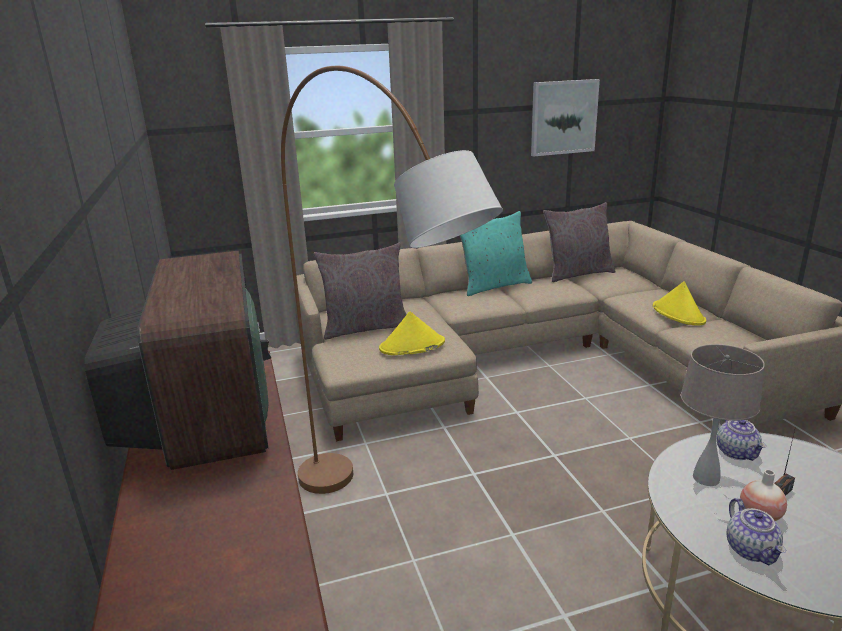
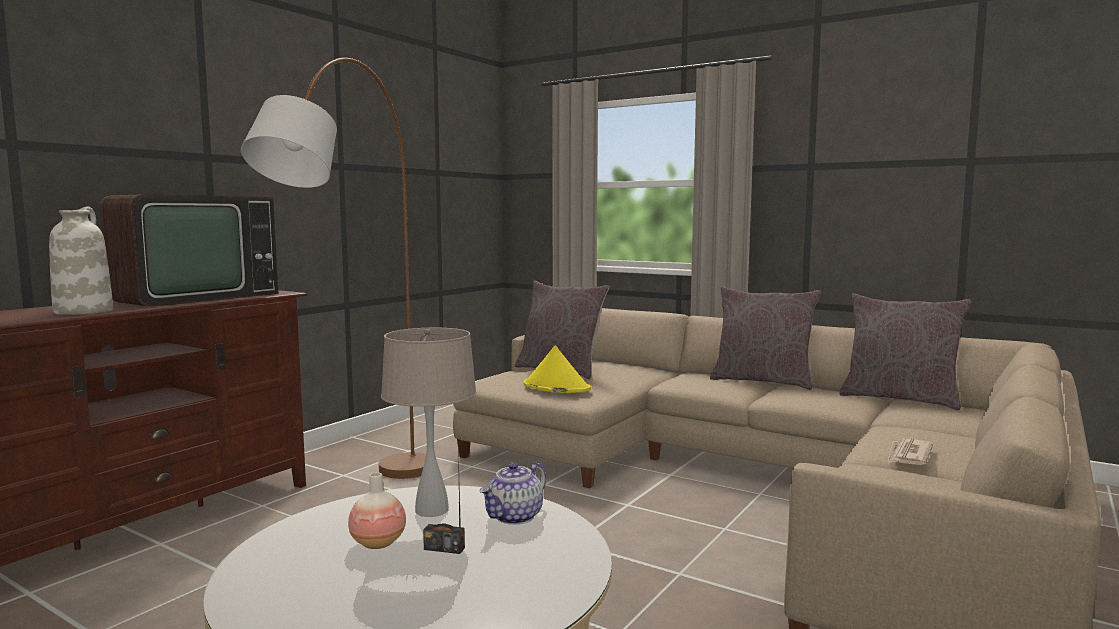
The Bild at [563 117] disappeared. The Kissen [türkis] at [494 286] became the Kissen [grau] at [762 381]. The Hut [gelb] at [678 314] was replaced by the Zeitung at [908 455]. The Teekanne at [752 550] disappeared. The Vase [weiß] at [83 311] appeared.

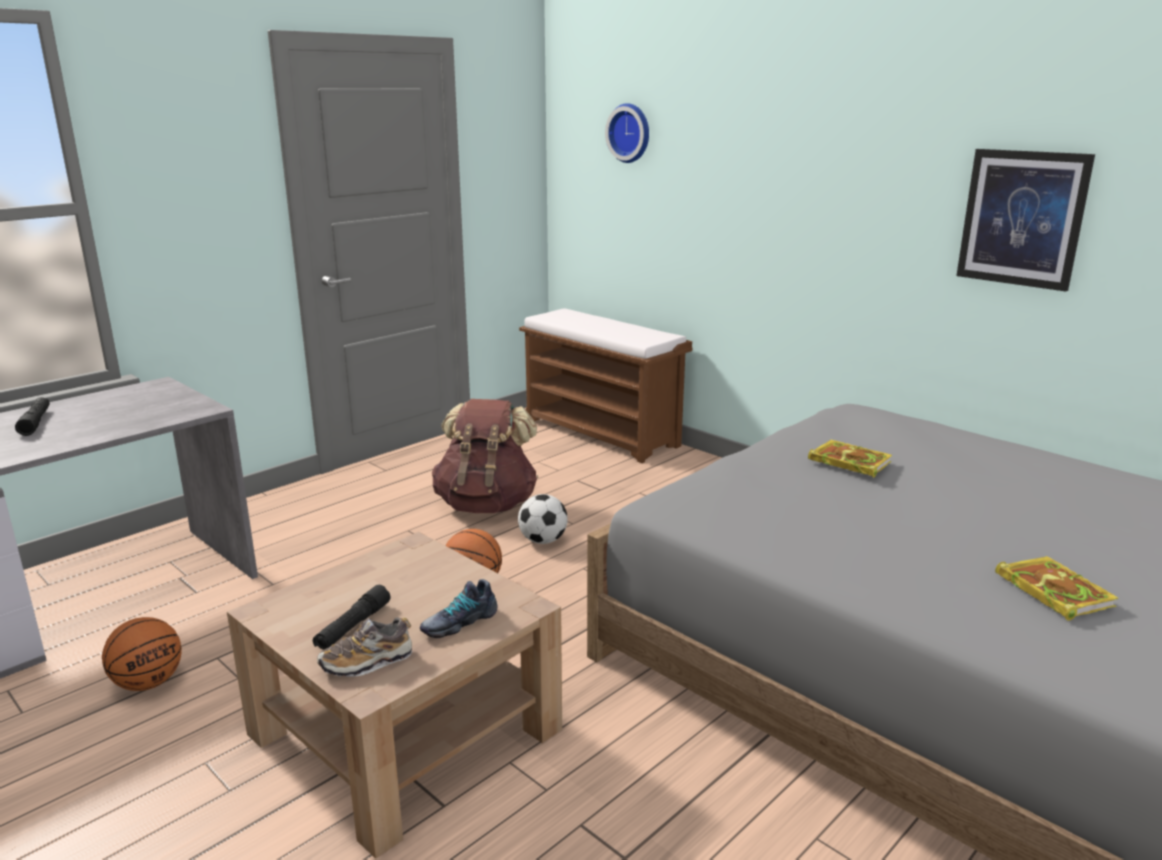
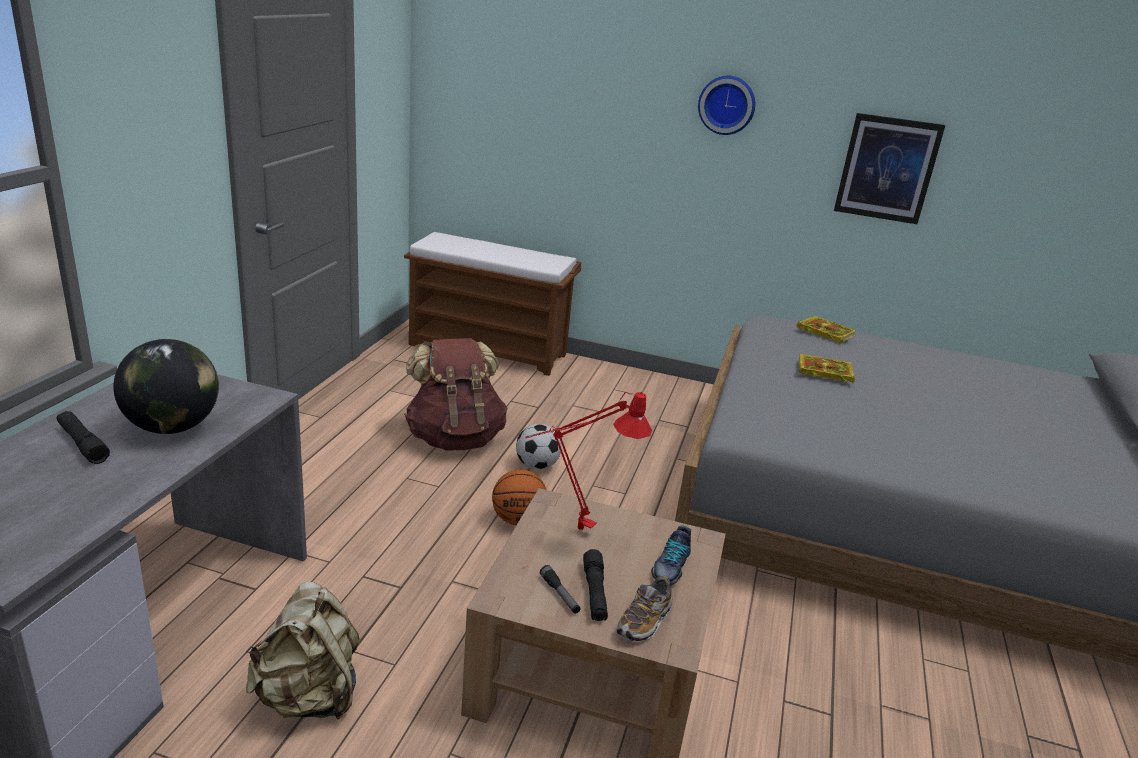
The Wanduhr moved from [630 133] to [727 105]. The Buch moved from [1051 590] to [824 332]. The Basketball at [148 683] was replaced by the Rucksack [beige] at [309 696]. The Globus at [173 427] appeared. The Tischlampe [rot] at [572 526] appeared. The Taschenlampe at [560 594] appeared.

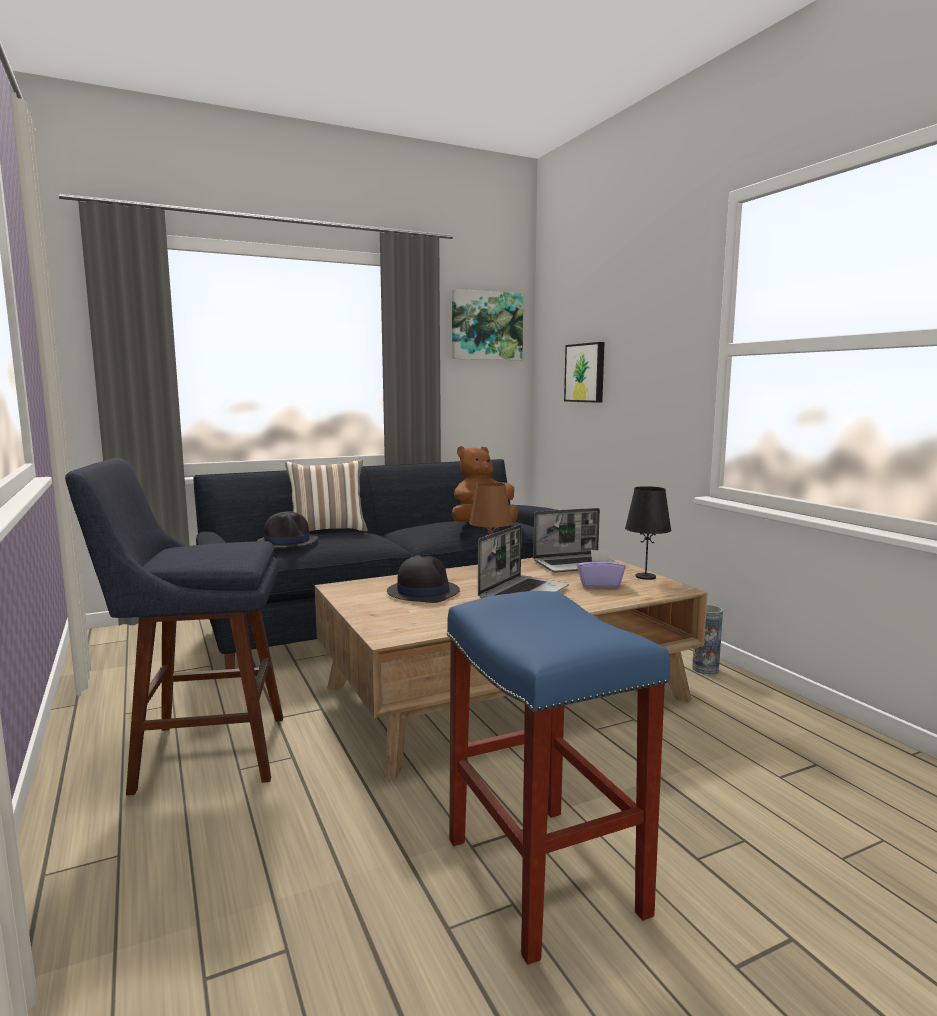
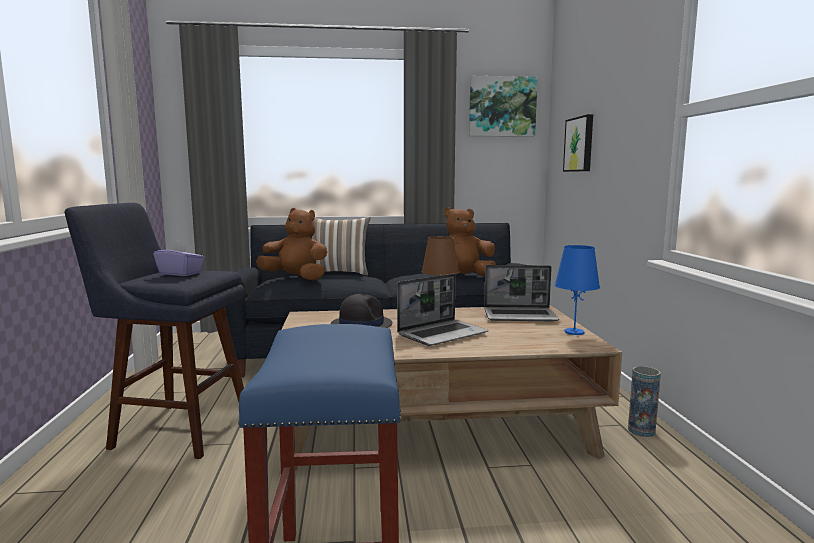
The Tischlampe [schwarz] at [646 577] became the Tischlampe [blau] at [574 332]. The Hut [schwarz] at [288 542] was replaced by the Plüschtier [braun] at [296 278]. The Taschentuchbox [lila] moved from [599 584] to [180 273].

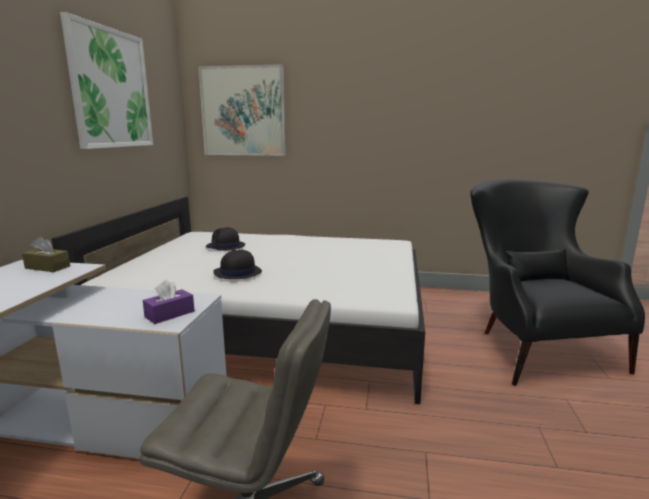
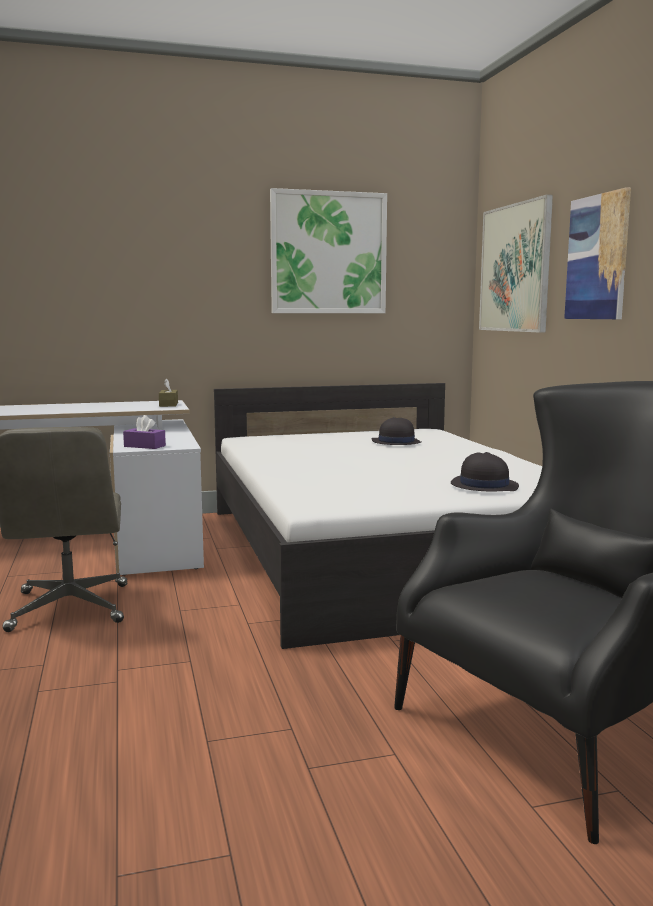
The Hut [schwarz] moved from [237 272] to [483 485]. The Bild at [597 257] appeared.

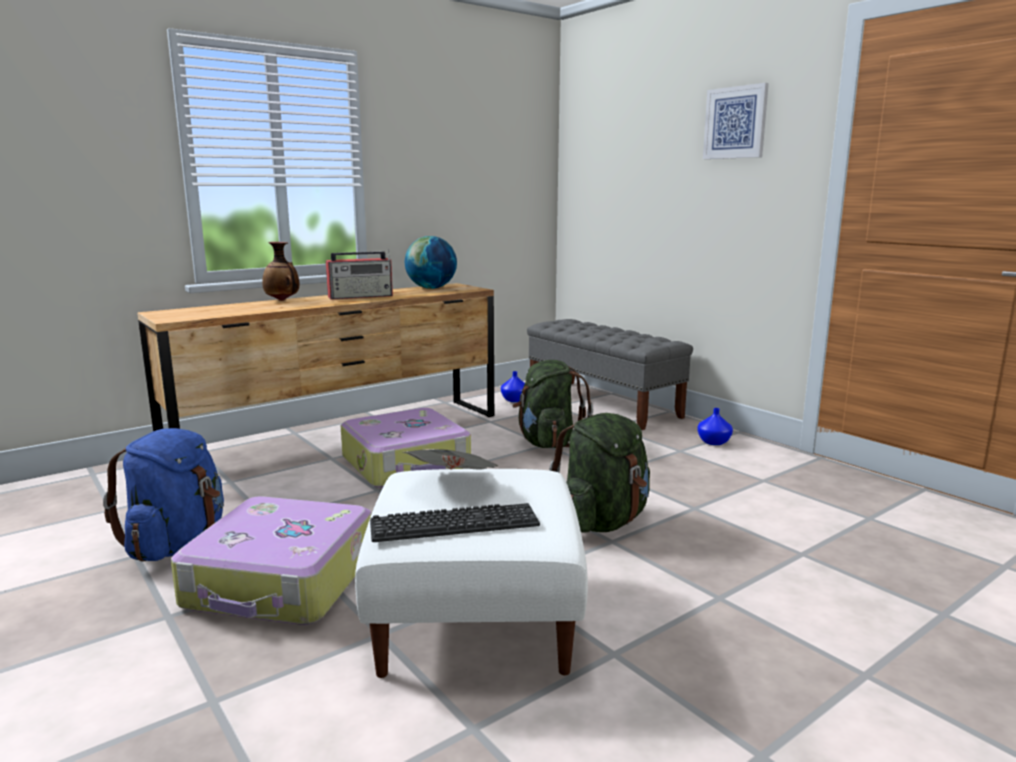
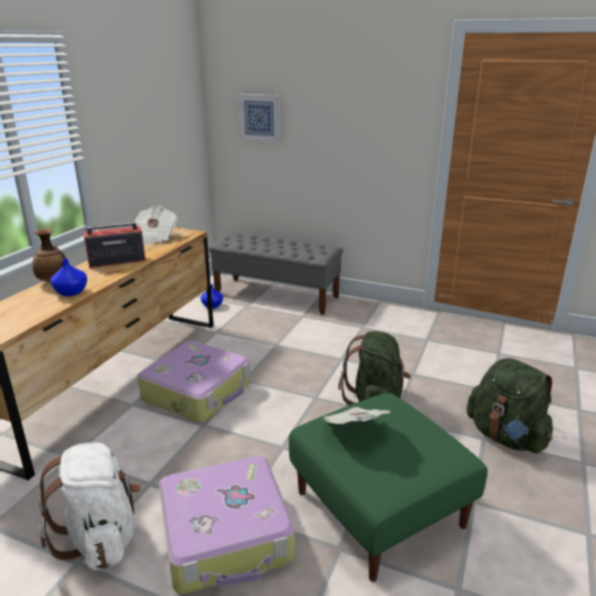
The Bild moved from [735 123] to [259 117]. The Globus at [431 288] was replaced by the Zeitung at [155 237]. The Radio at [361 296] turned 150 degrees counterclockwise. The Rucksack [grün] moved from [548 443] to [506 437]. The Vase [blau] moved from [714 442] to [71 292]. The Rucksack [blau] at [177 544] became the Rucksack [weiß] at [101 537]. The Polsterhocker [weiß] at [476 618] became the Polsterhocker [grün] at [380 509]. The Tastatur at [454 524] disappeared.

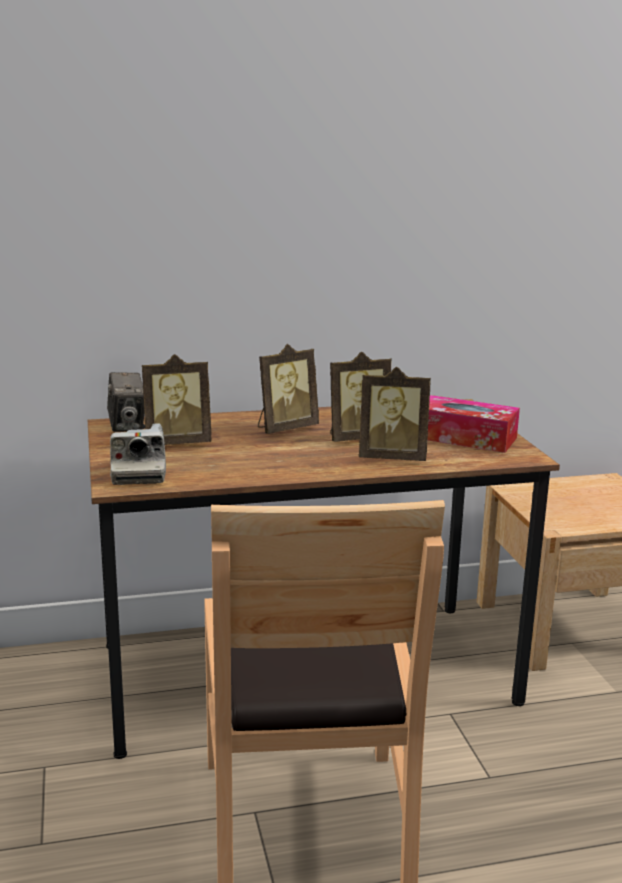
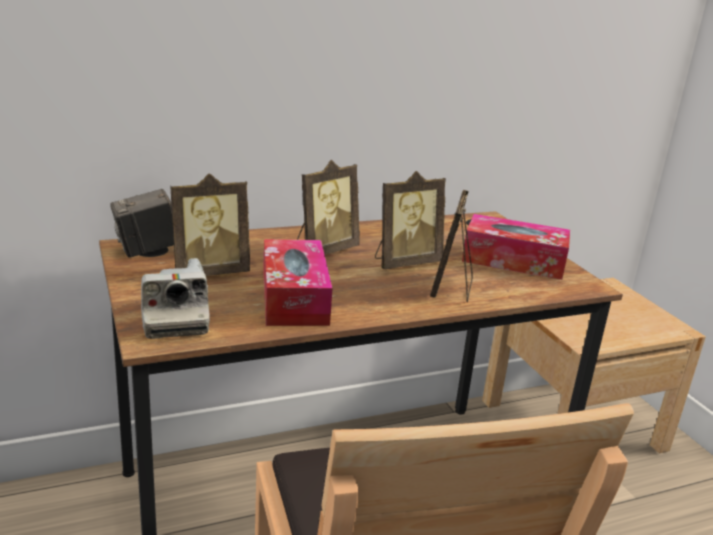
The Bilderrahmen at [392 457] turned 105 degrees clockwise. The Kamera at [127 426] turned 90 degrees clockwise. The Taschentuchbox at [294 297] appeared.

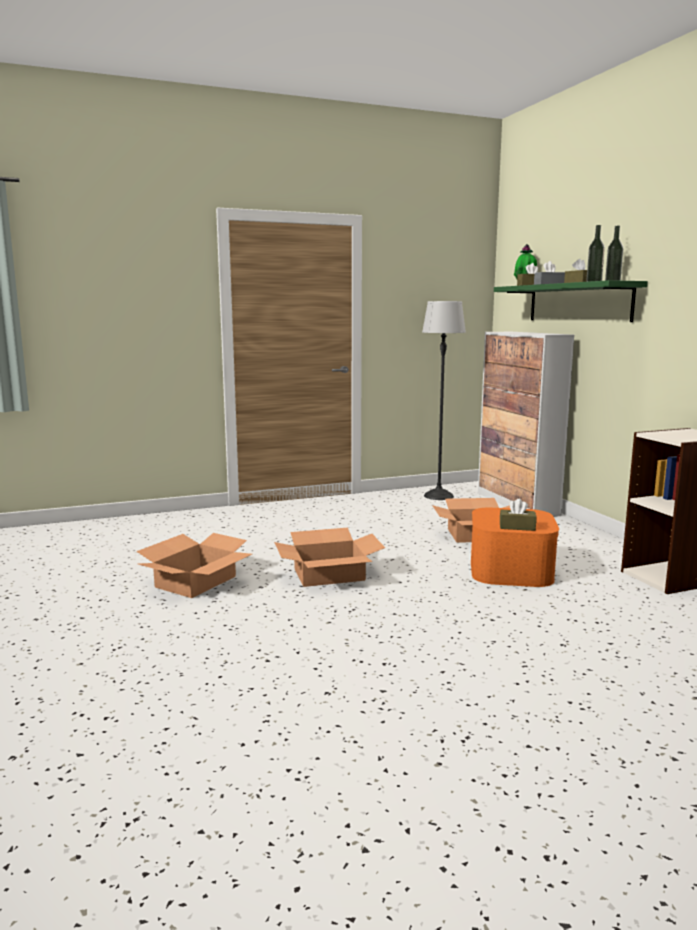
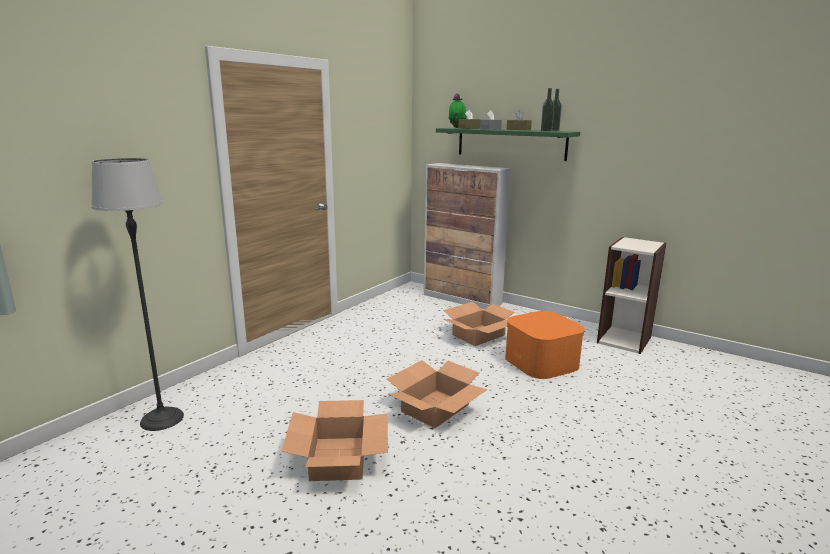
The Stehlampe moved from [438 496] to [161 419]. The Taschentuchbox [braun] at [517 527] disappeared.

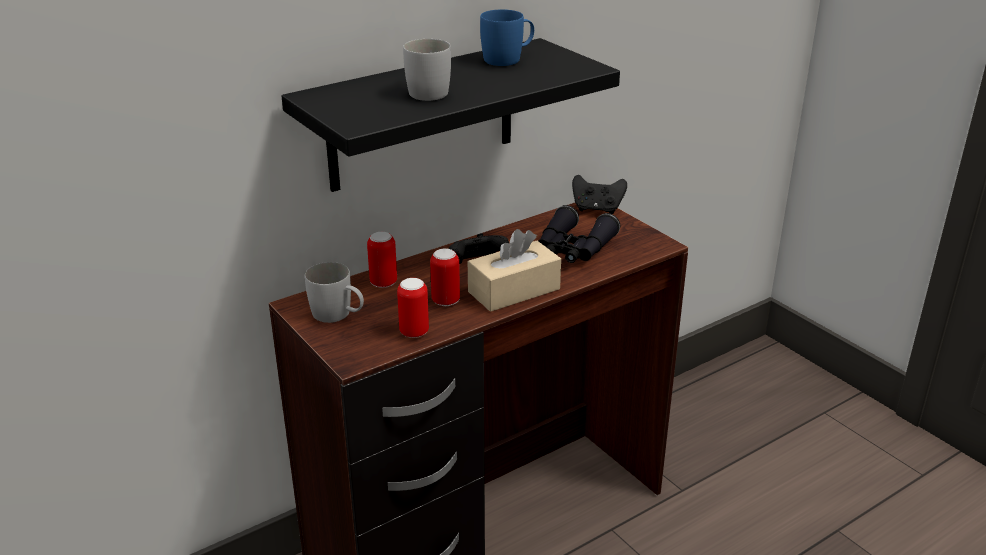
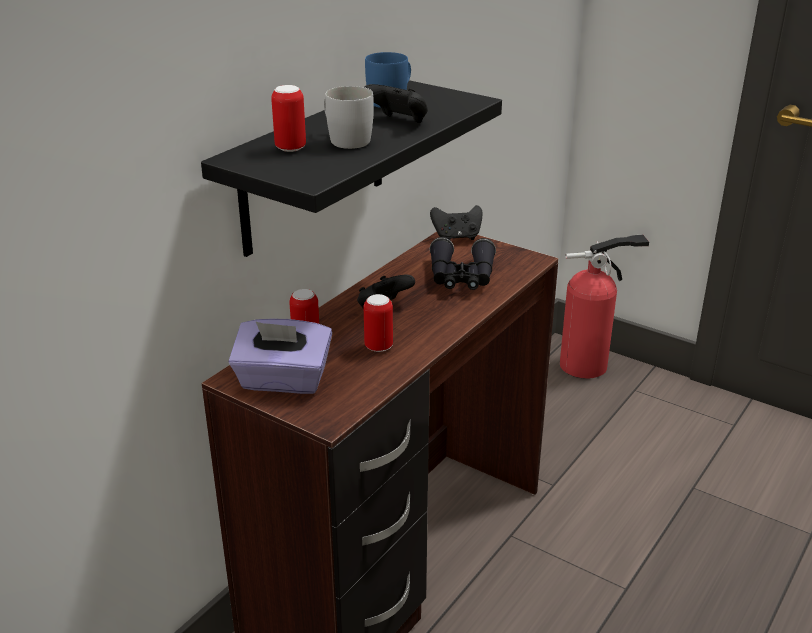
The Taschentuchbox [beige] at [514 290] disappeared. The Henkelbecher [weiß] at [338 315] was replaced by the Taschentuchbox [lila] at [283 381]. The Dose moved from [414 332] to [290 148]. The Gamepad [schwarz] at [398 122] appeared. The Feuerlöscher at [588 365] appeared.

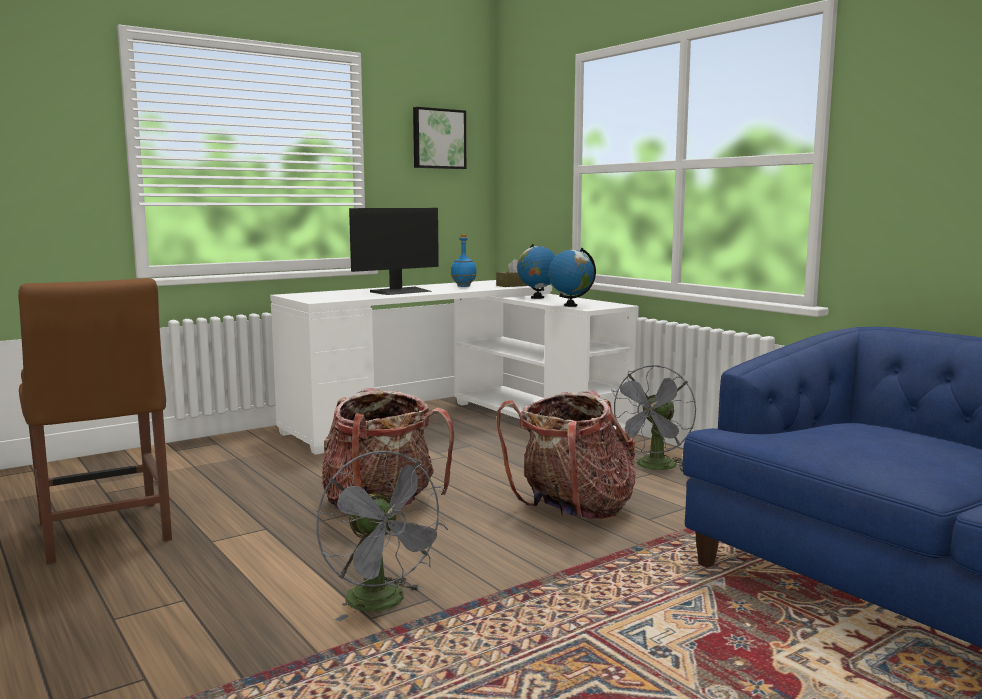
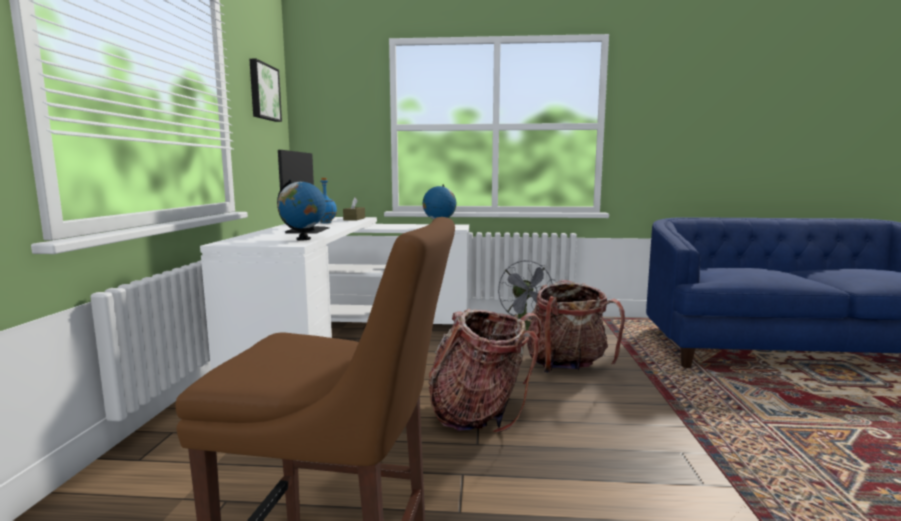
The Globus moved from [537 298] to [303 239]. The Ventilator [grau] at [383 603] disappeared.

